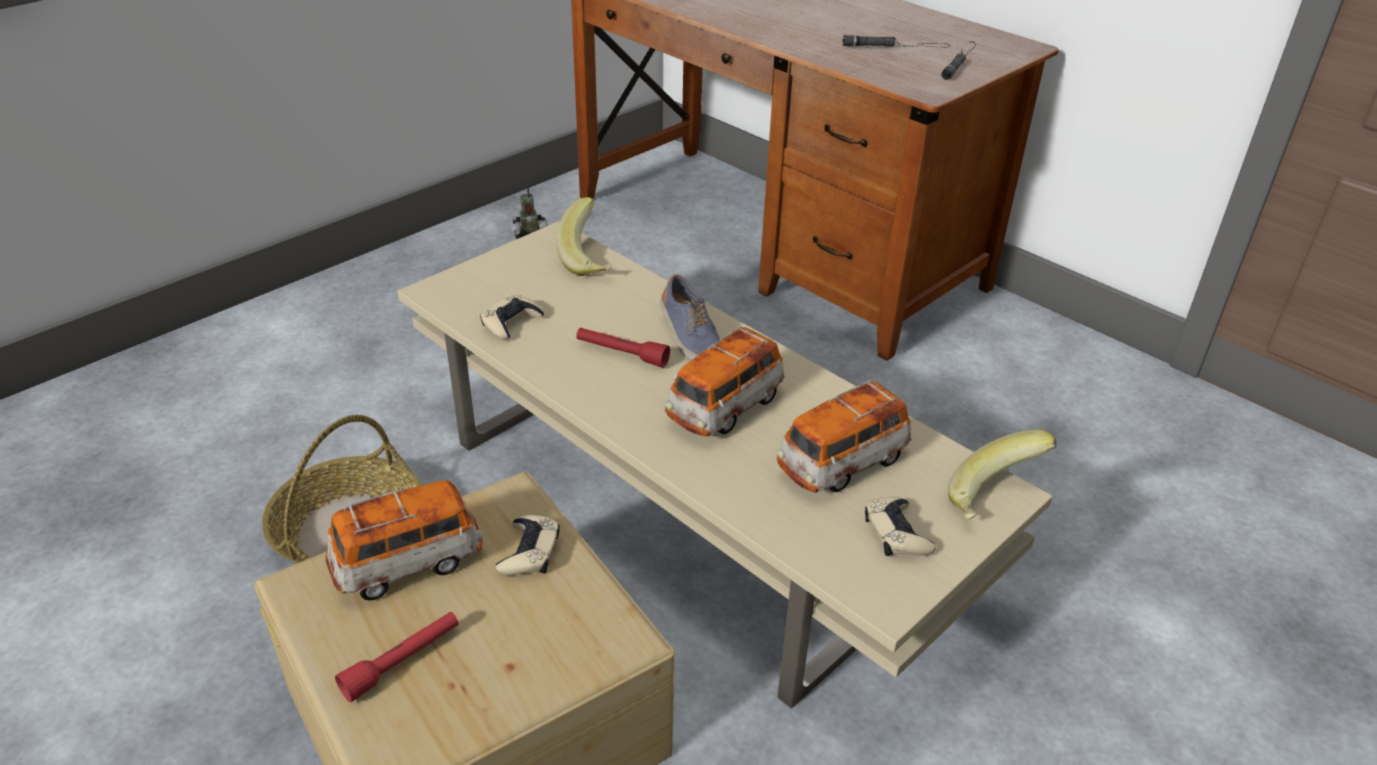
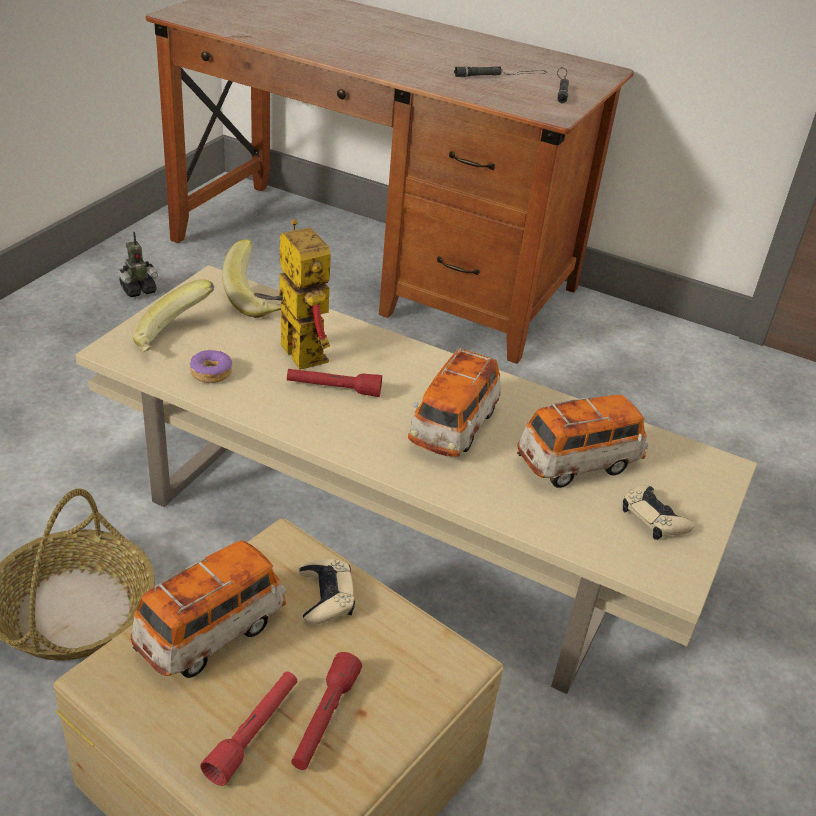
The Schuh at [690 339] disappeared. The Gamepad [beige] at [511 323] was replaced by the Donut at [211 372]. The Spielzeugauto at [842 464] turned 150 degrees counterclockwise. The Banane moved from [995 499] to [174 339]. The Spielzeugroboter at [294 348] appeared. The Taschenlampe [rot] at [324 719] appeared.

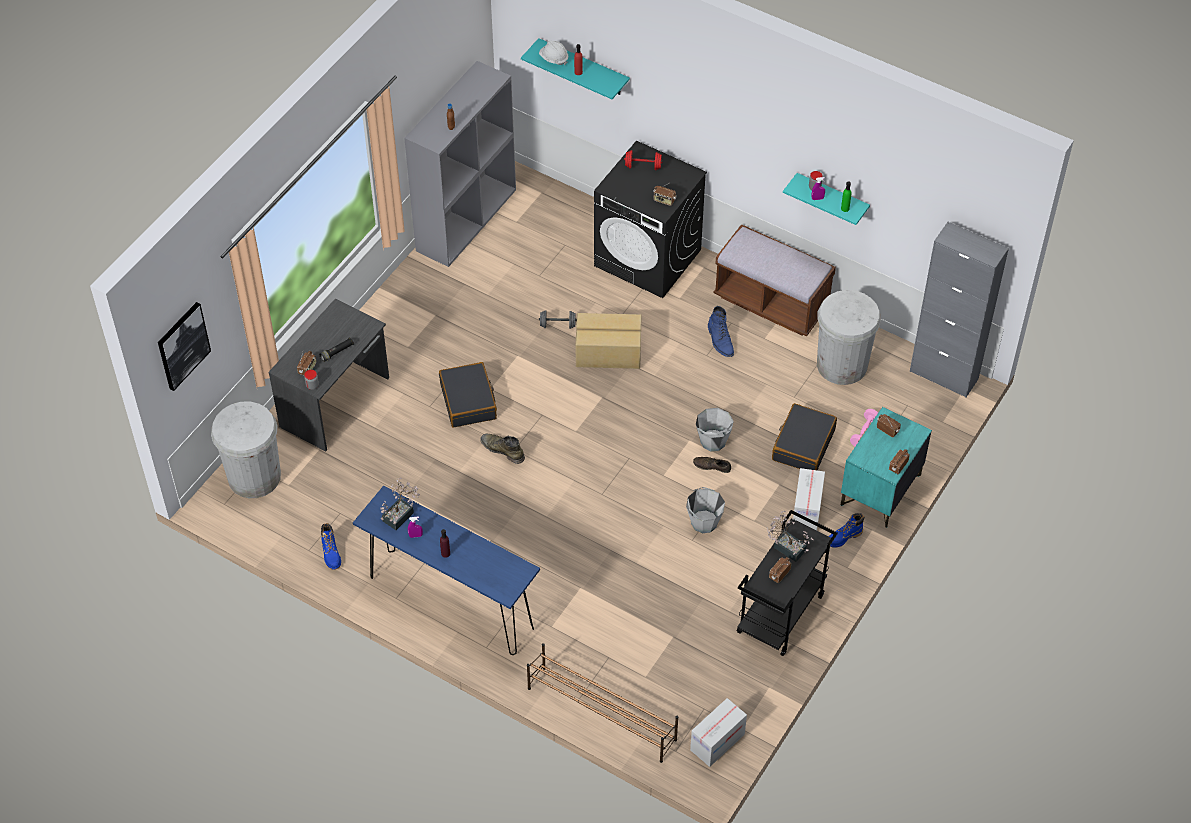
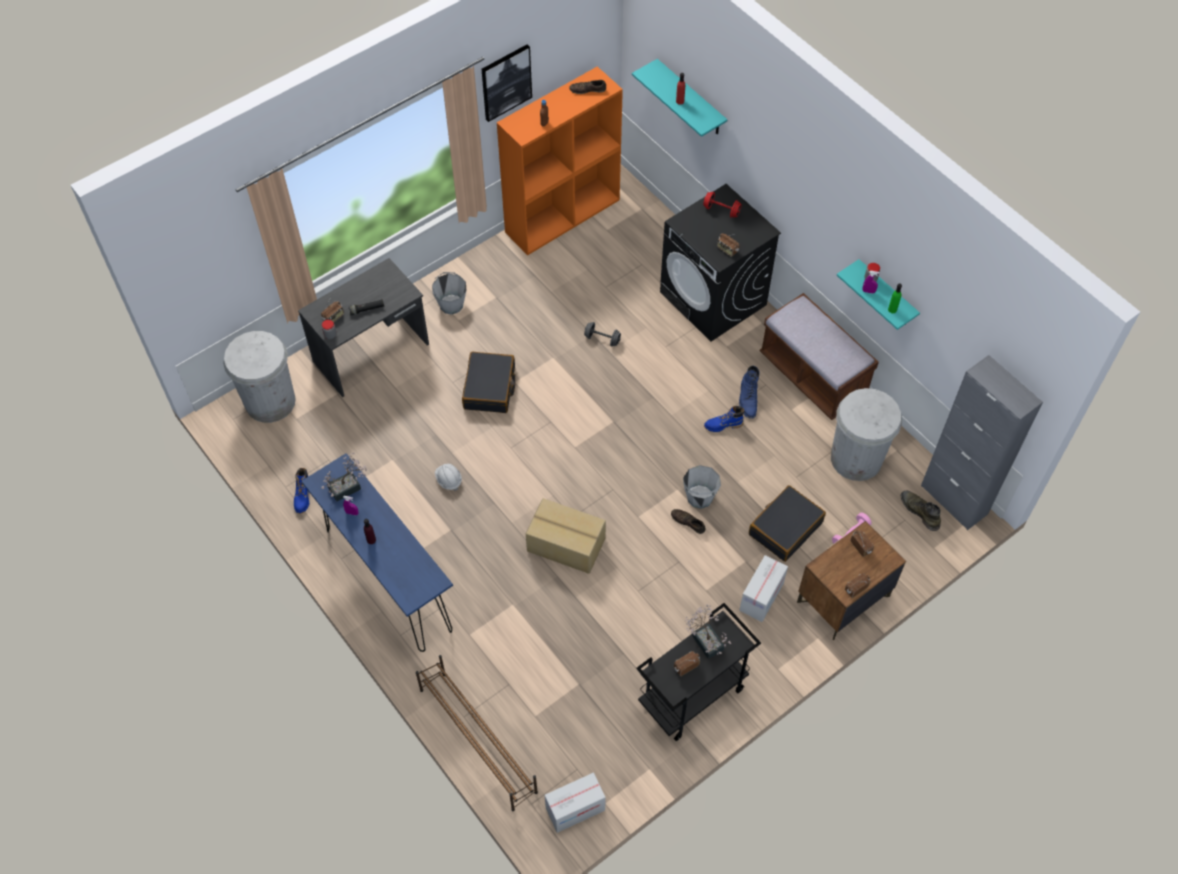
The Schutzhelm [weiß] moved from [553 59] to [448 480]. The Bücherregal [grau] at [466 219] became the Bücherregal [orange] at [562 215]. The Bild moved from [182 345] to [506 82]. The Karton moved from [608 352] to [566 545]. The Nachttisch [türkis] at [880 490] became the Nachttisch [braun] at [843 599]. The Stiefel [grün] moved from [502 450] to [919 511]. The Eimer [grau] moved from [704 522] to [451 304]. The Stiefel [blau] moved from [843 537] to [723 425]. The Schuh [braun] at [587 90] appeared.

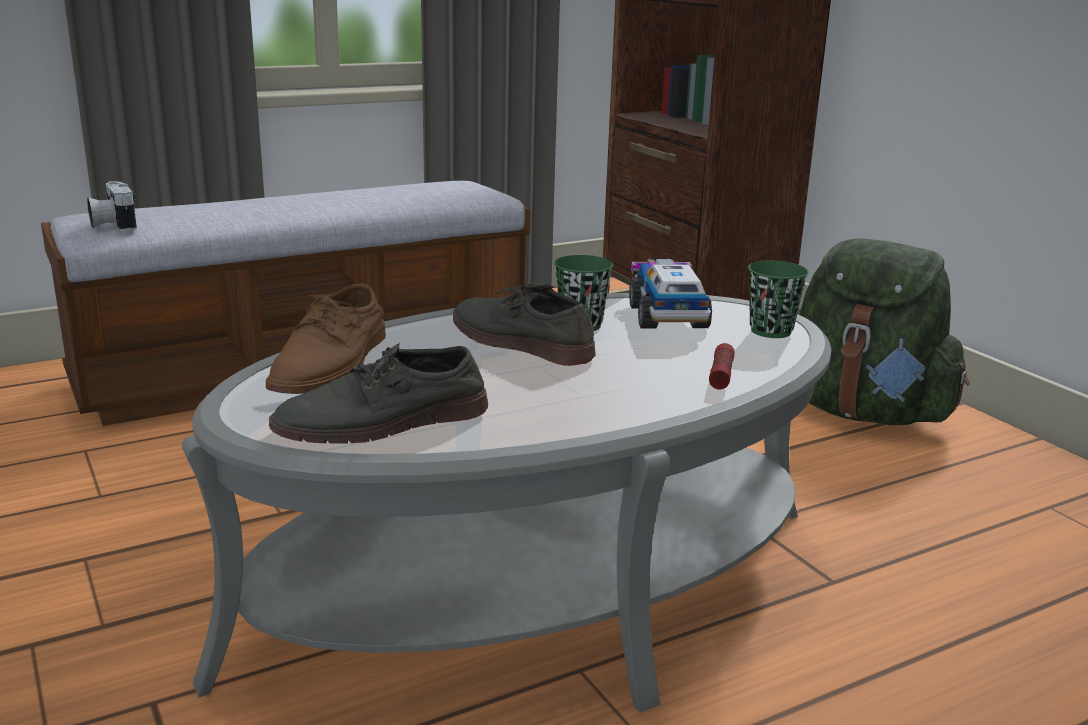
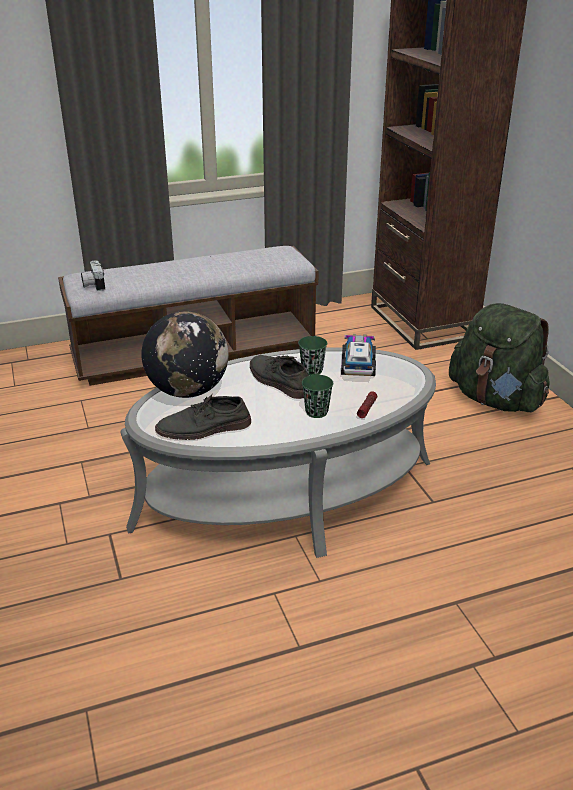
The Tasse [grün] moved from [771 331] to [316 412]. The Schuh [braun] at [332 363] was replaced by the Globus at [188 391].

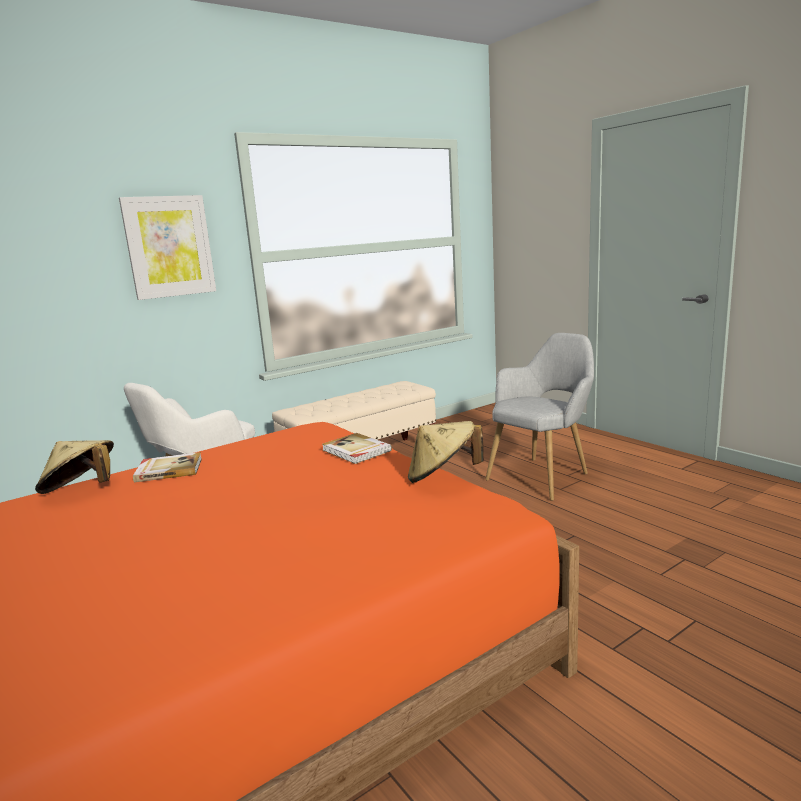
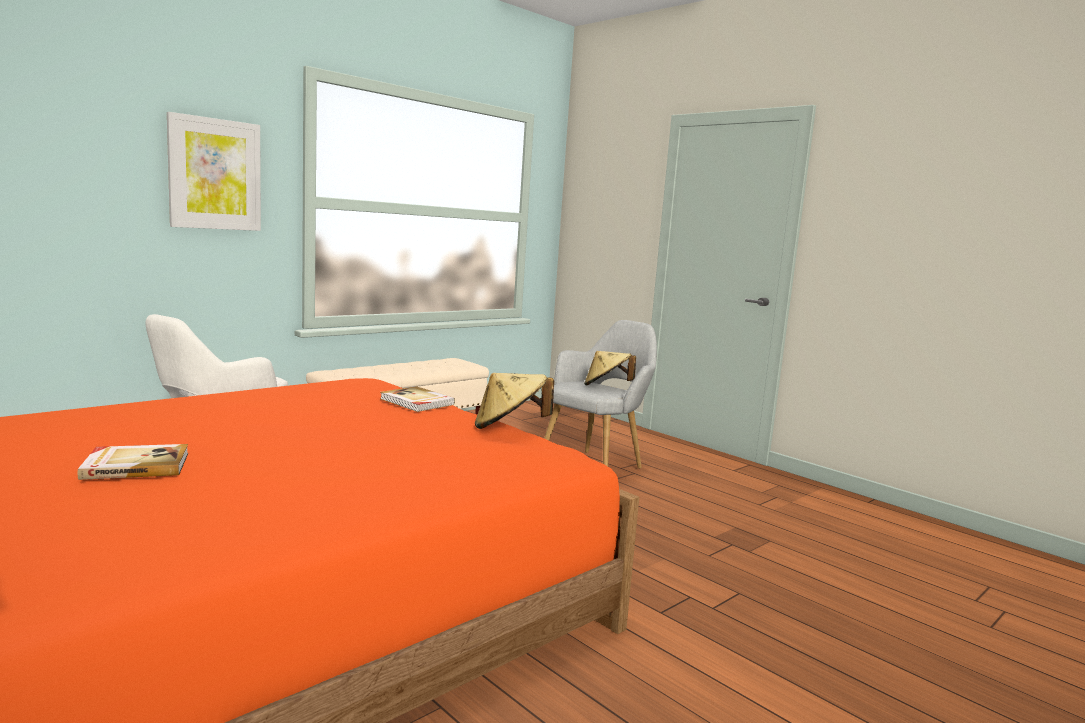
The Hut [beige] moved from [81 490] to [606 386]. The Buch moved from [169 470] to [136 465].

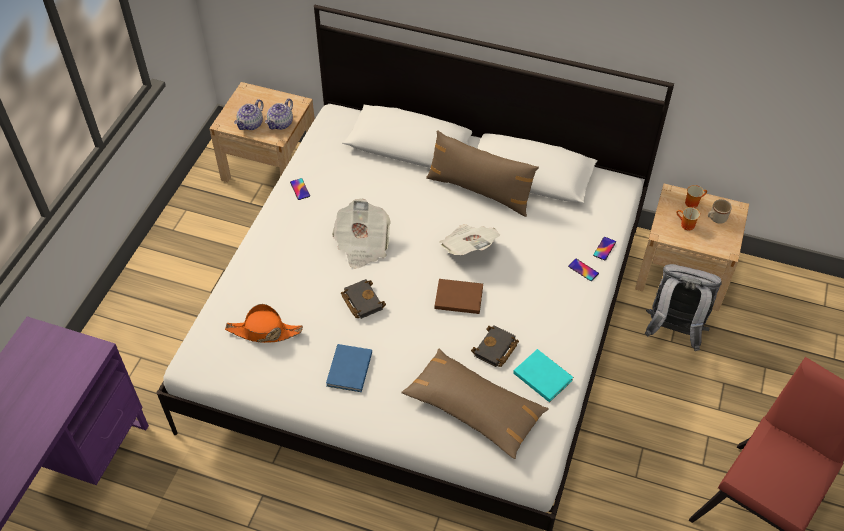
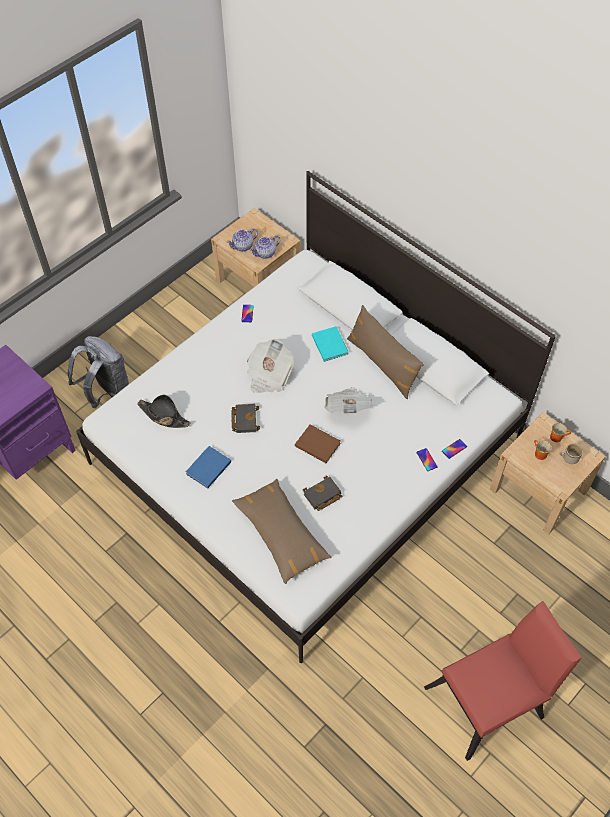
The Rucksack [grau] moved from [673 331] to [106 391]. The Hut [orange] at [264 331] became the Hut [schwarz] at [163 416]. The Buch [türkis] moved from [542 375] to [330 344].

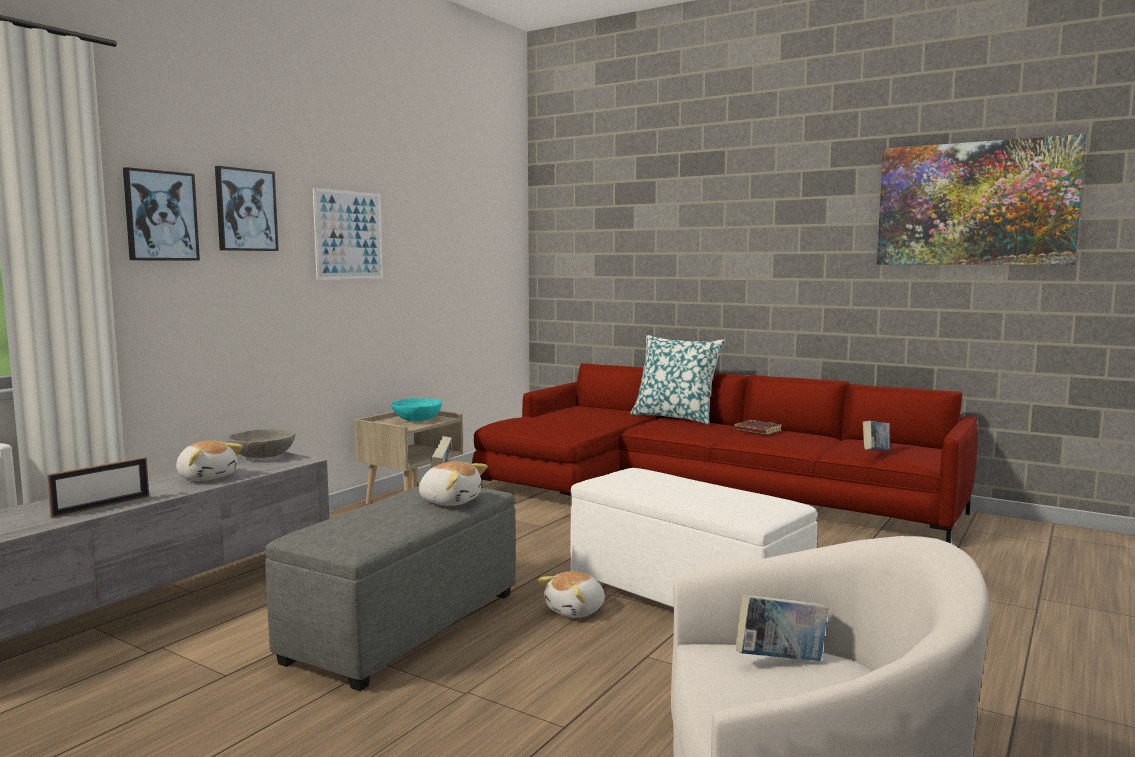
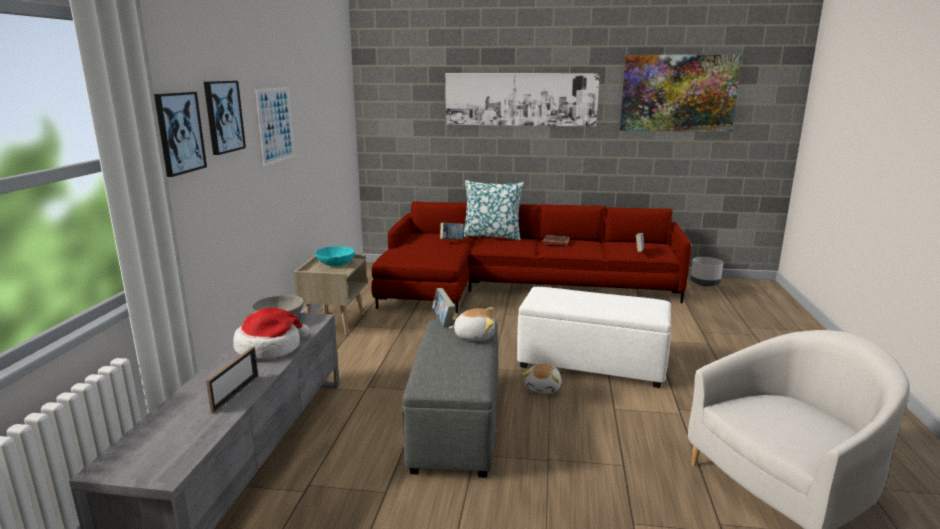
The Plüschtier at [207 477] was replaced by the Hut at [270 348]. The Buch moved from [780 661] to [452 240]. The Bild at [520 99] appeared. The Pflanzkübel [grau] at [705 283] appeared.

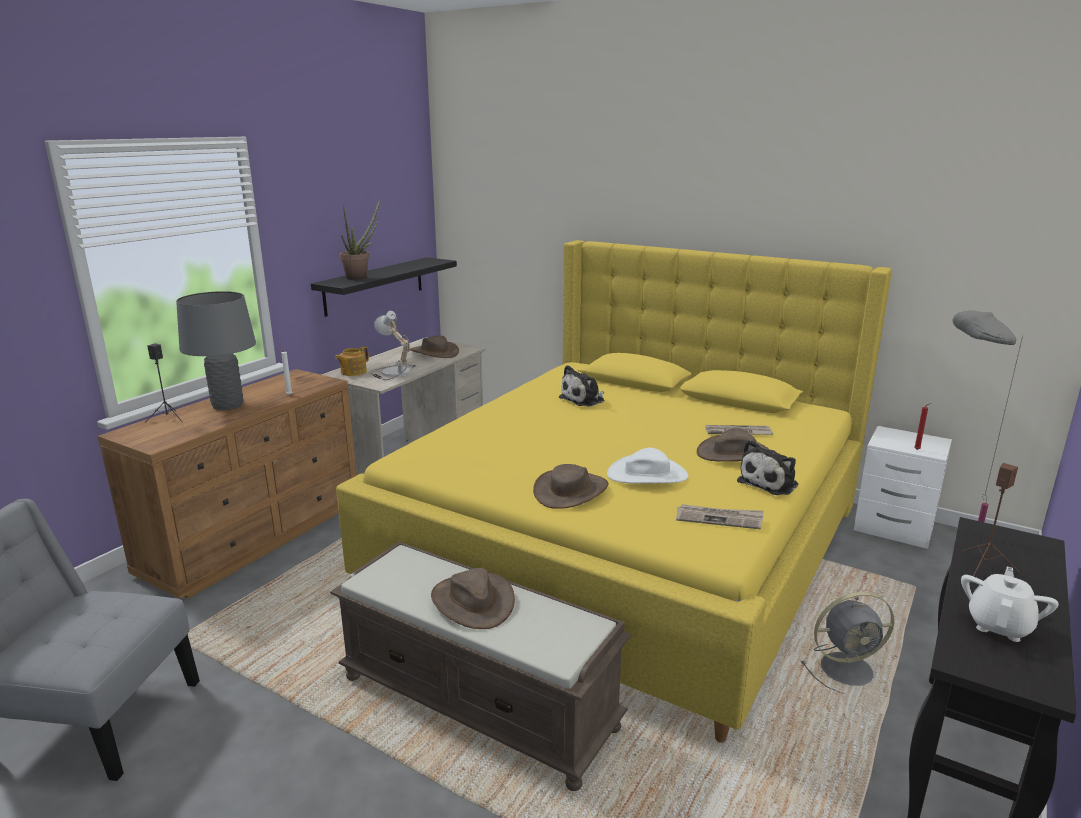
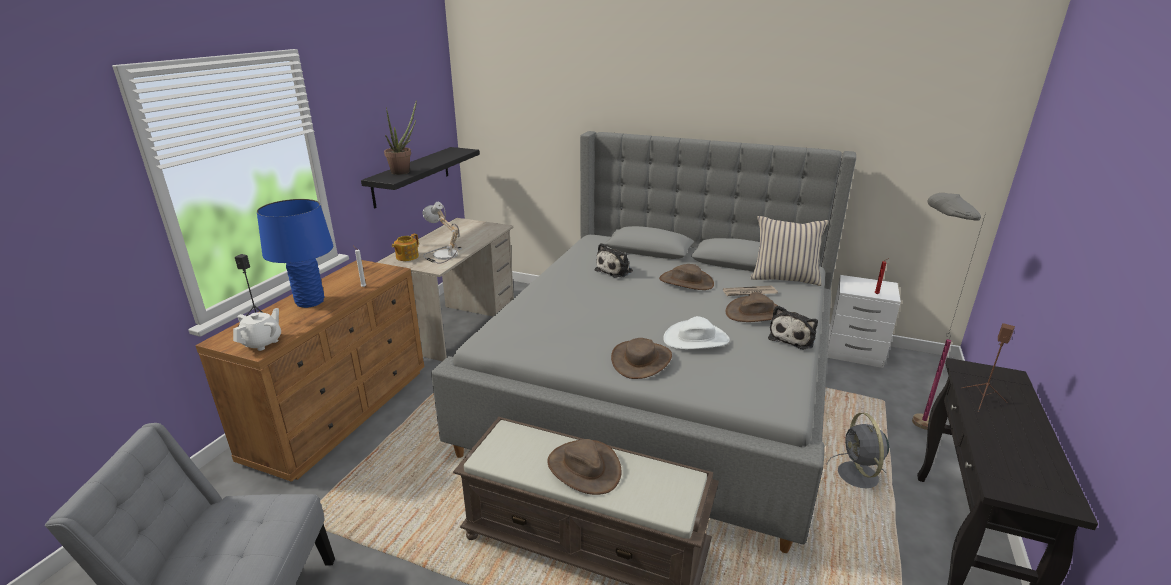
The Bett [gelb] at [628 546] became the Bett [grau] at [661 389]. The Tischlampe [grau] at [228 405] became the Tischlampe [blau] at [310 302]. The Hut [braun] moved from [434 352] to [686 282]. The Zeitung at [719 518] disappeared. The Teekanne [weiß] moved from [999 625] to [262 343]. The Ventilator [grau] at [849 669] turned 105 degrees clockwise. The Kissen [beige] at [784 278] appeared.

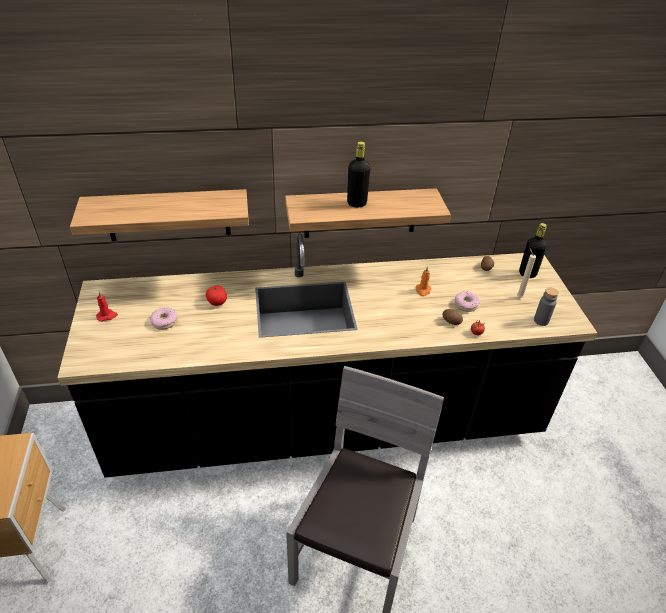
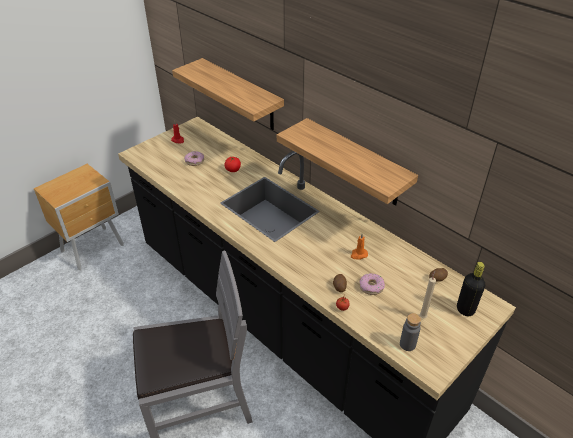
The Flasche [schwarz] at [356 203] disappeared.

